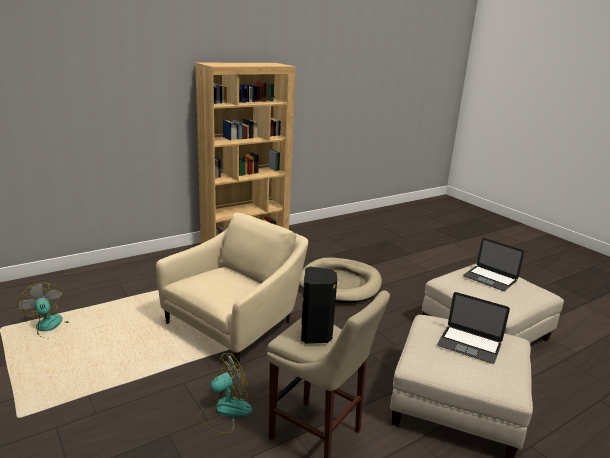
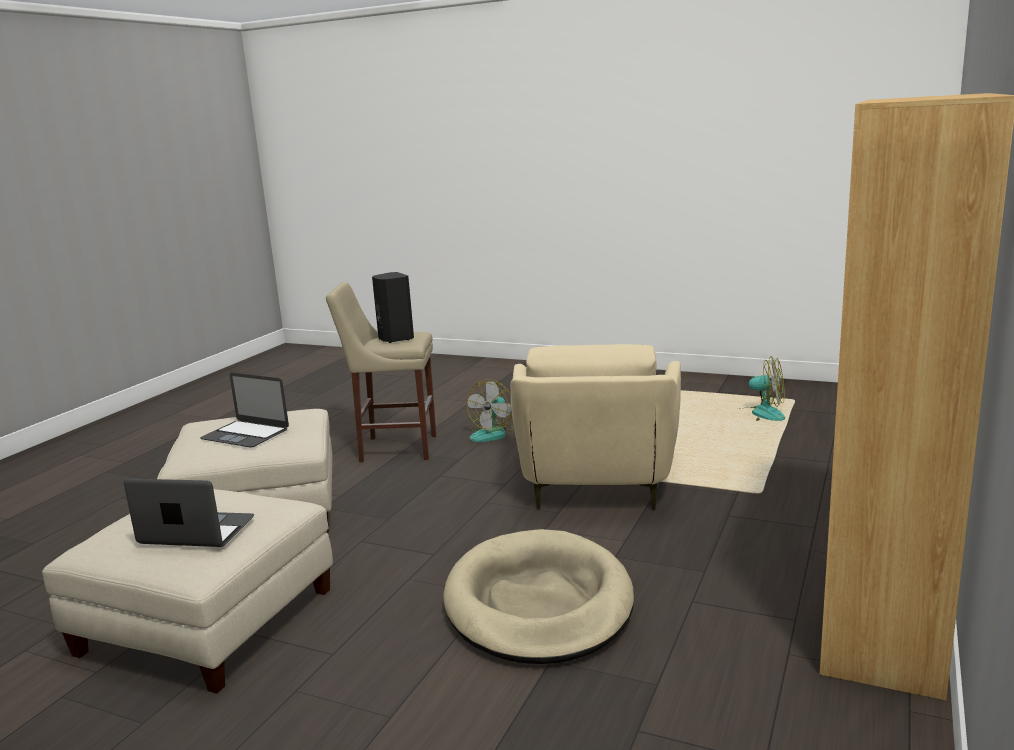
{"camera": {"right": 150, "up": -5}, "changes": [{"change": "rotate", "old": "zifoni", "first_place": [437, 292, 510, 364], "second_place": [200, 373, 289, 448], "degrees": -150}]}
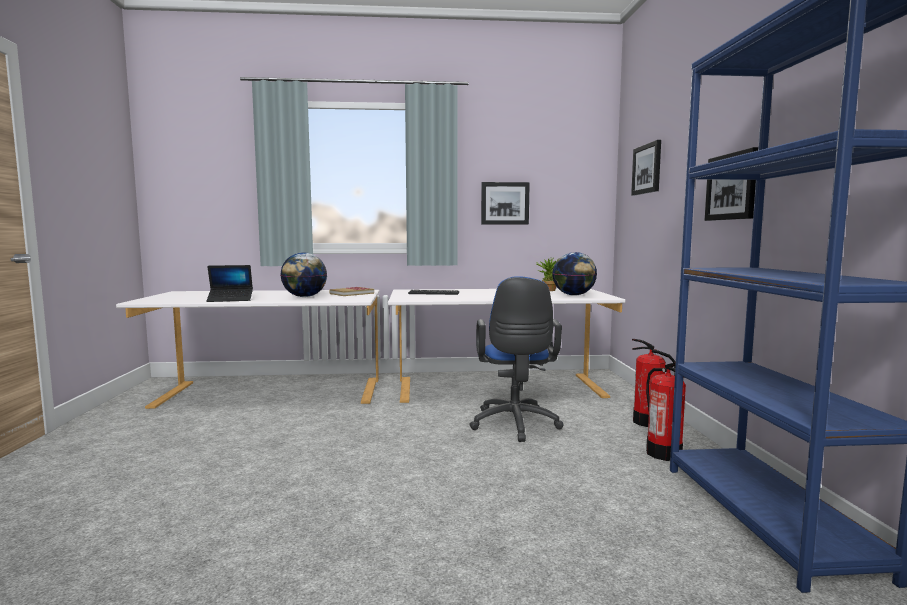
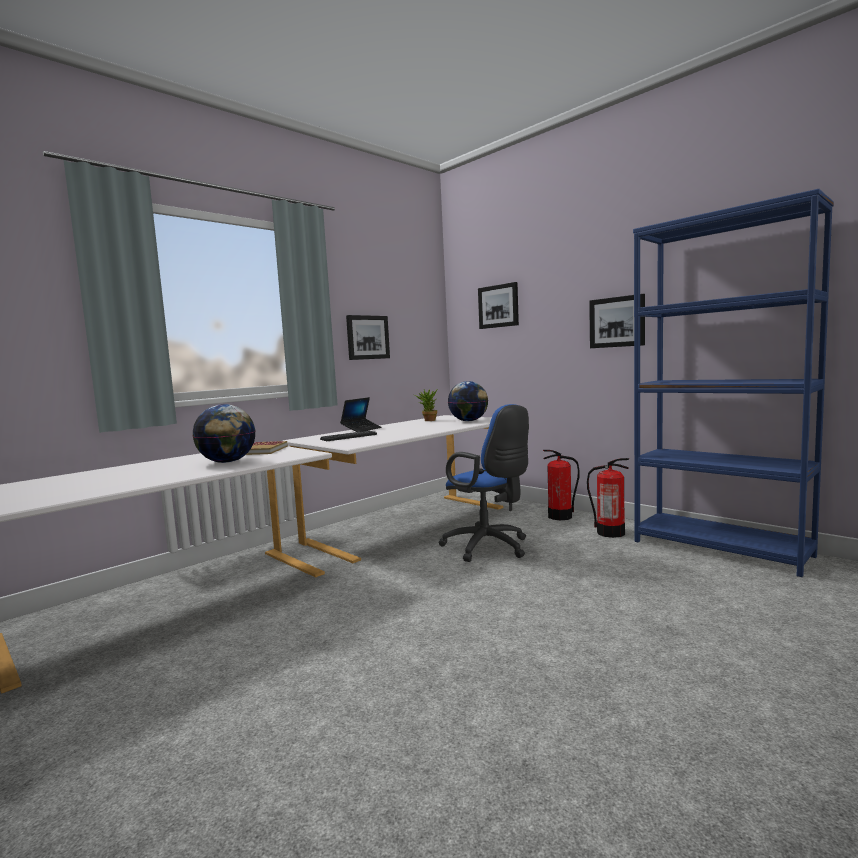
{"camera": {"right": -40, "up": 0}, "changes": [{"change": "move", "old": "zifoni", "first_place": [206, 265, 253, 302], "second_place": [340, 397, 382, 432]}]}
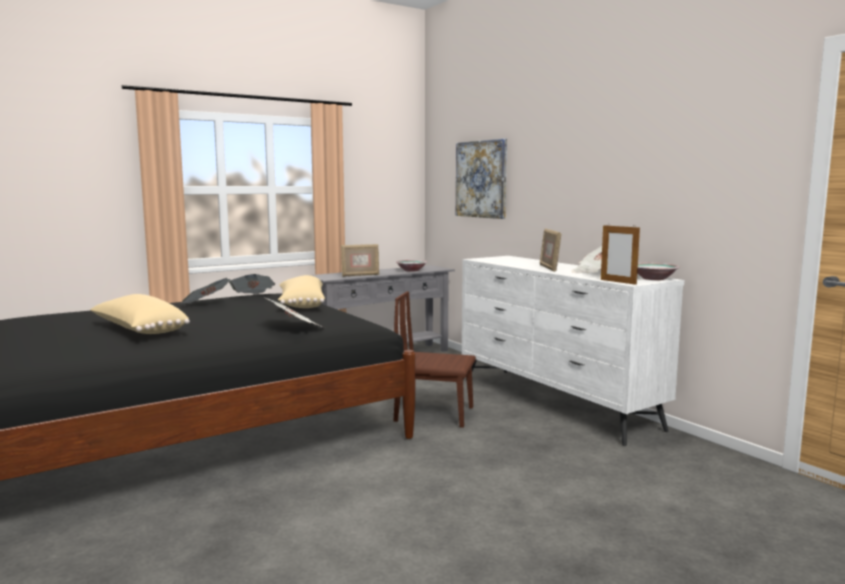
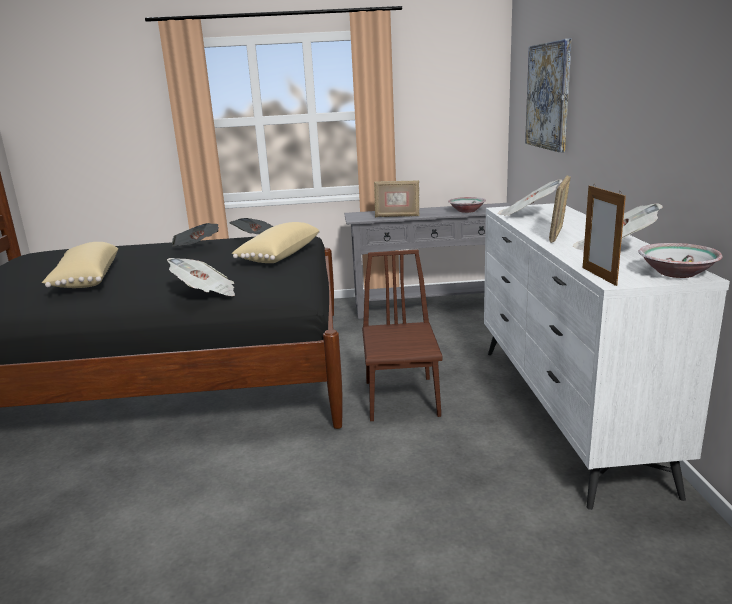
{"camera": {"right": 30, "up": 10}, "changes": [{"change": "insert", "new": "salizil", "second_place": [498, 179, 562, 216]}, {"change": "rotate", "old": "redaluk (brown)", "first_place": [394, 291, 476, 428], "second_place": [362, 250, 443, 421], "degrees": 45}]}
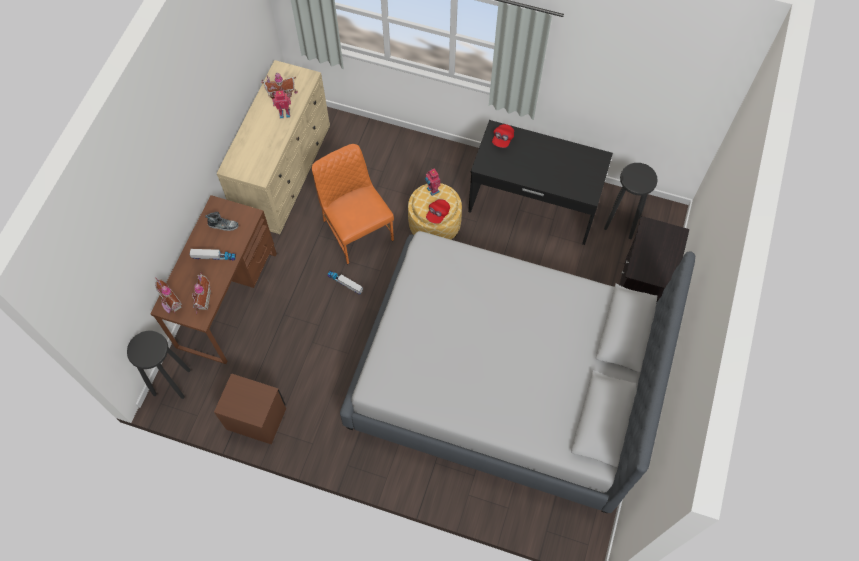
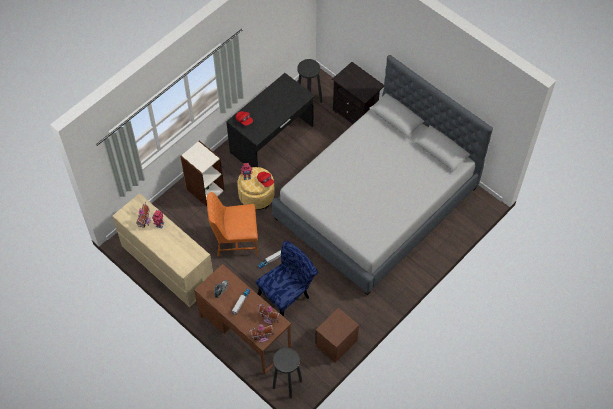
{"camera": {"right": -65, "up": -5}, "changes": [{"change": "insert", "new": "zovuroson", "second_place": [180, 141, 225, 206]}, {"change": "insert", "new": "redaluk (blue)", "second_place": [256, 241, 318, 317]}]}
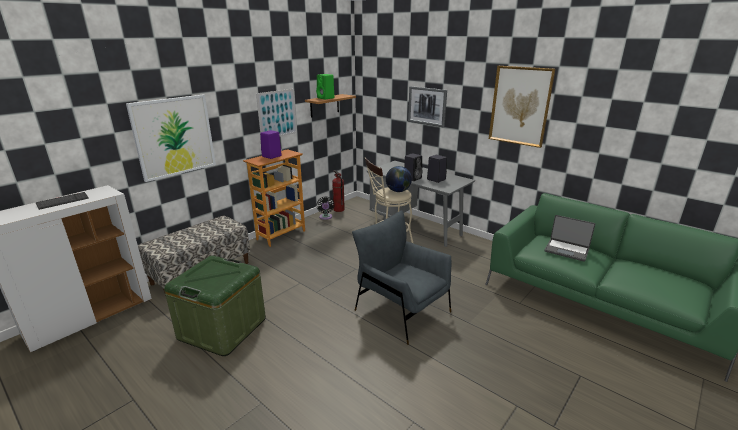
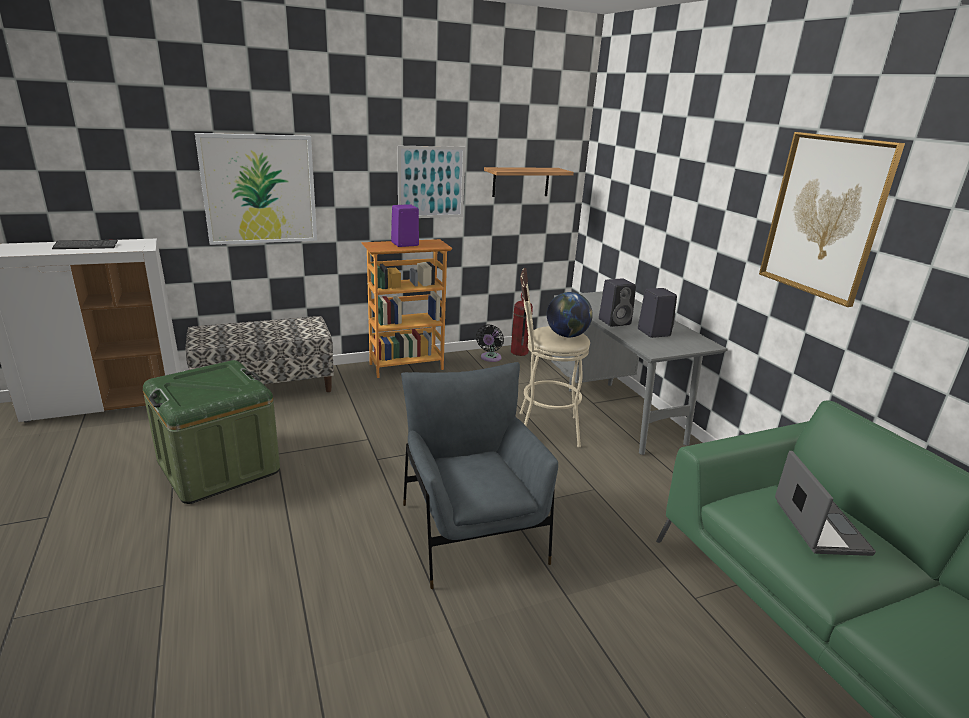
{"camera": {"right": 25, "up": 0}, "changes": [{"change": "delete", "old": "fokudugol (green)", "first_place": [316, 74, 335, 99]}, {"change": "delete", "old": "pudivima", "first_place": [408, 86, 447, 128]}, {"change": "rotate", "old": "zifoni", "first_place": [544, 215, 595, 262], "second_place": [775, 451, 876, 556], "degrees": -150}]}
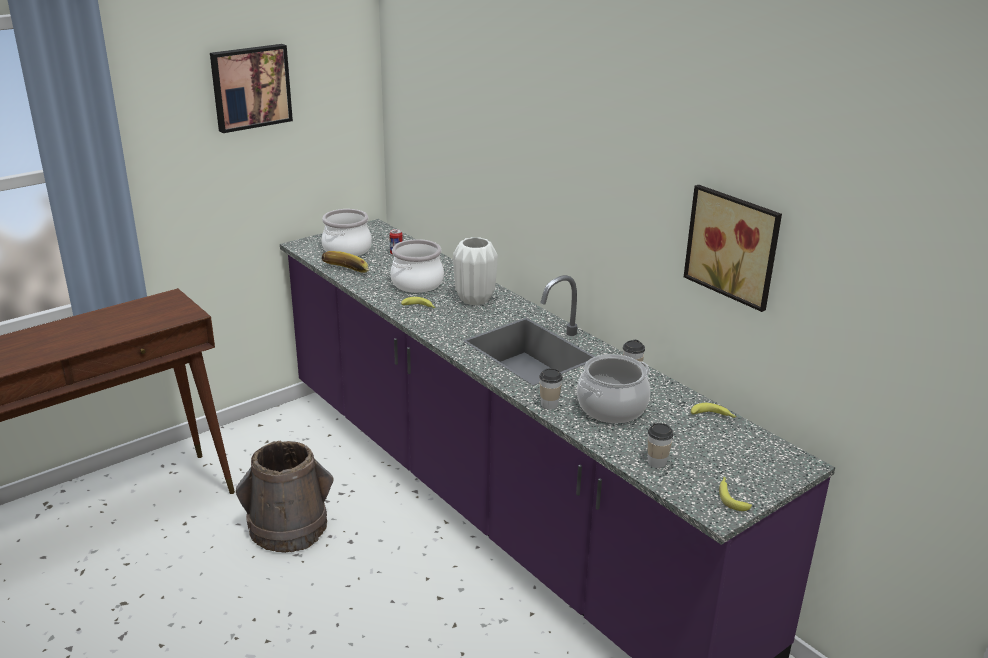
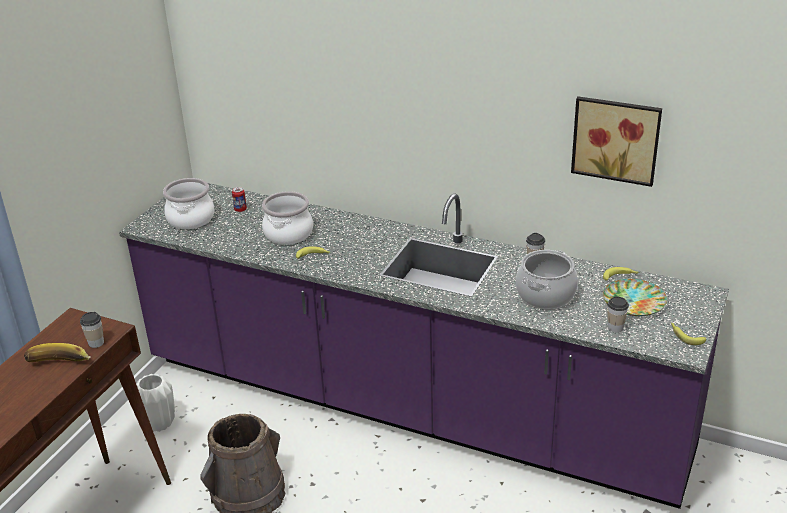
{"camera": {"right": -25, "up": 5}, "changes": [{"change": "delete", "old": "pudivima", "first_place": [210, 44, 293, 133]}, {"change": "insert", "new": "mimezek", "second_place": [603, 279, 667, 316]}, {"change": "move", "old": "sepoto", "first_place": [322, 251, 369, 273], "second_place": [24, 343, 91, 362]}, {"change": "move", "old": "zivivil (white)", "first_place": [453, 237, 498, 305], "second_place": [136, 374, 175, 432]}, {"change": "move", "old": "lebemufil", "first_place": [539, 368, 563, 410], "second_place": [80, 312, 104, 348]}]}
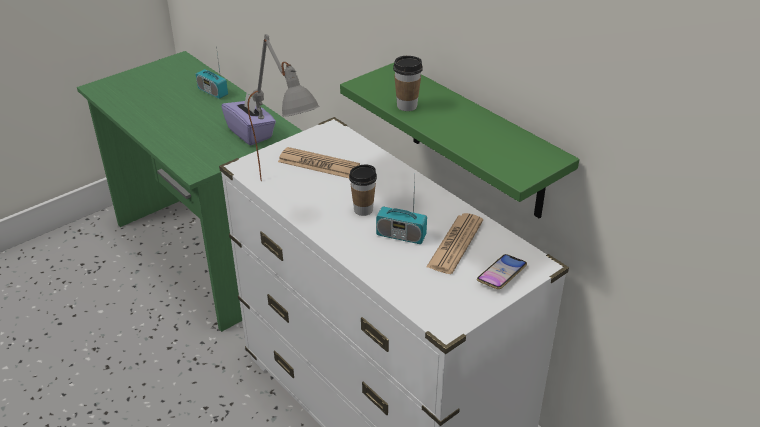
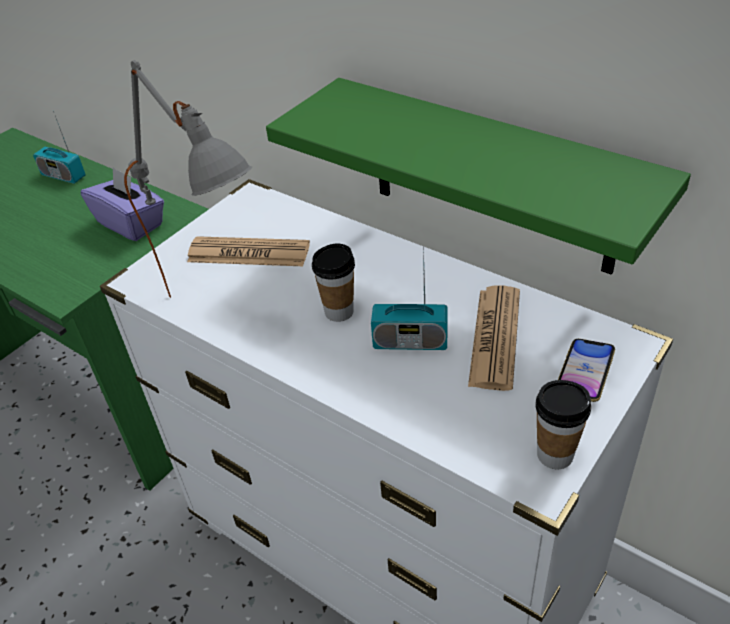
{"camera": {"right": -10, "up": 5}, "changes": [{"change": "move", "old": "lebemufil", "first_place": [393, 56, 423, 111], "second_place": [536, 380, 591, 469]}]}
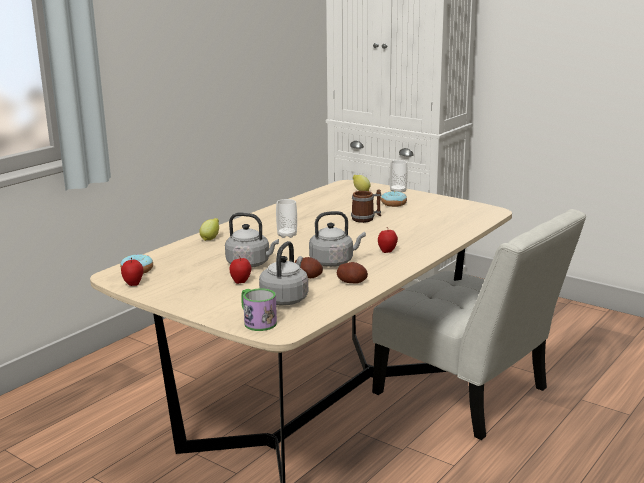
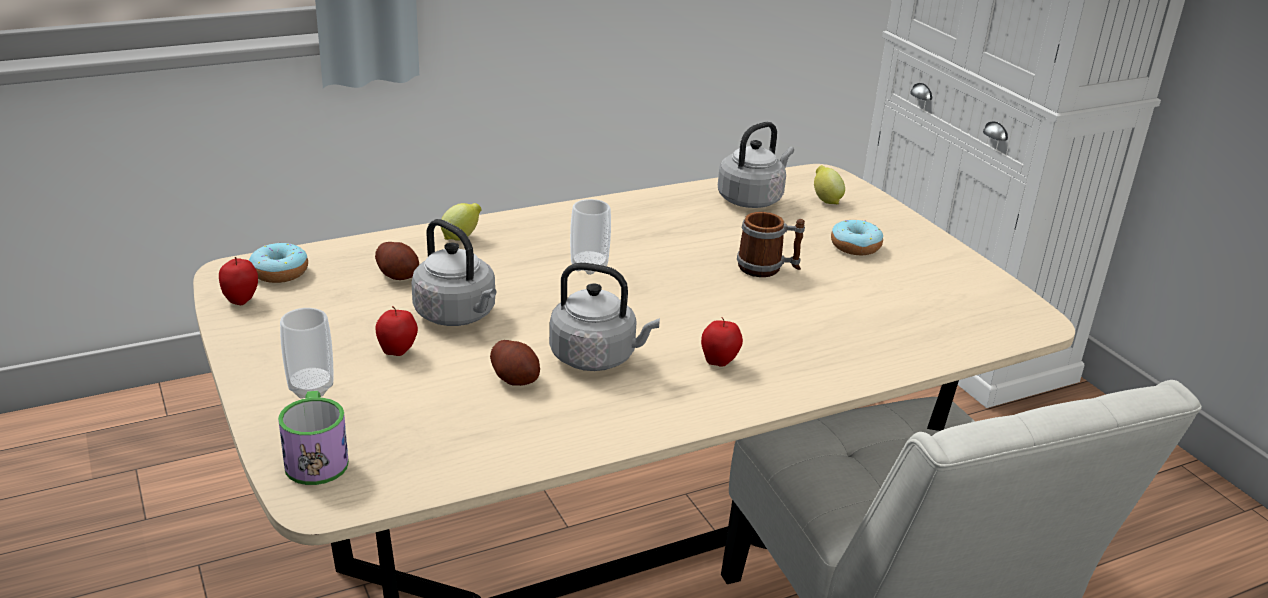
{"camera": {"right": 25, "up": 10}, "changes": [{"change": "move", "old": "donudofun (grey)", "first_place": [259, 241, 308, 306], "second_place": [718, 122, 794, 208]}, {"change": "move", "old": "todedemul", "first_place": [337, 262, 368, 284], "second_place": [375, 242, 419, 280]}, {"change": "move", "old": "lebemufil", "first_place": [390, 160, 408, 192], "second_place": [280, 308, 333, 399]}]}
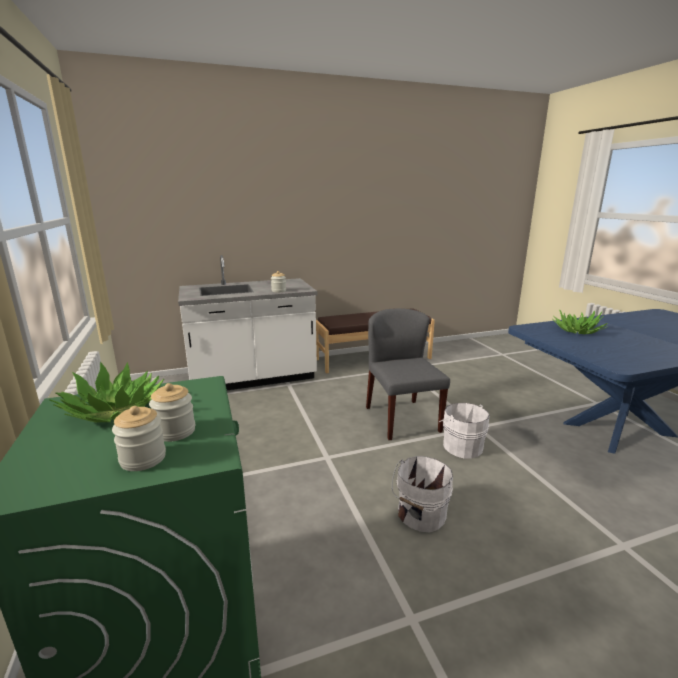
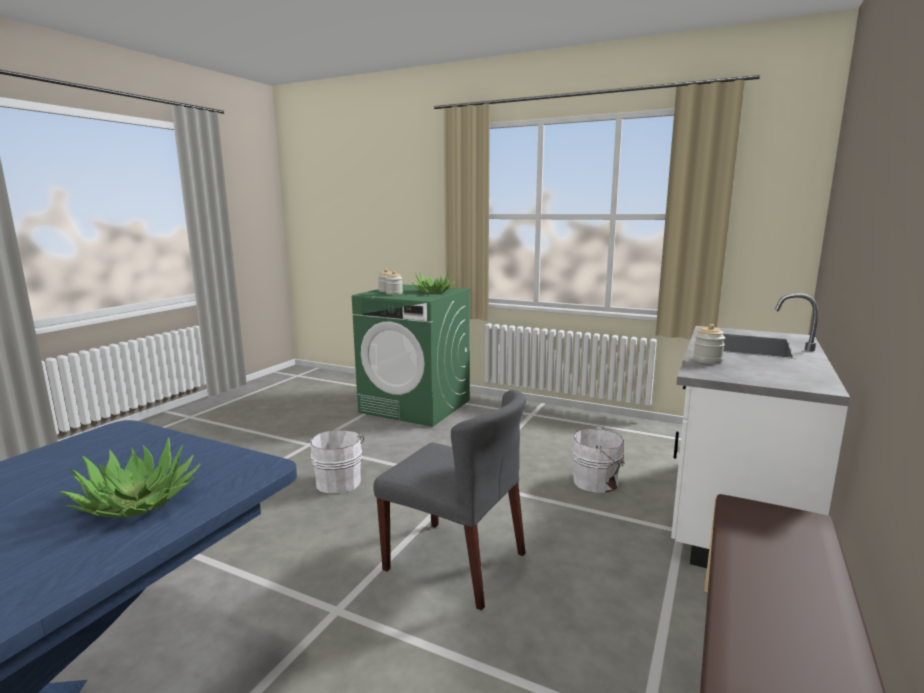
{"camera": {"right": 135, "up": -5}, "changes": [{"change": "move", "old": "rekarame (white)", "first_place": [439, 403, 489, 459], "second_place": [572, 426, 624, 492]}]}
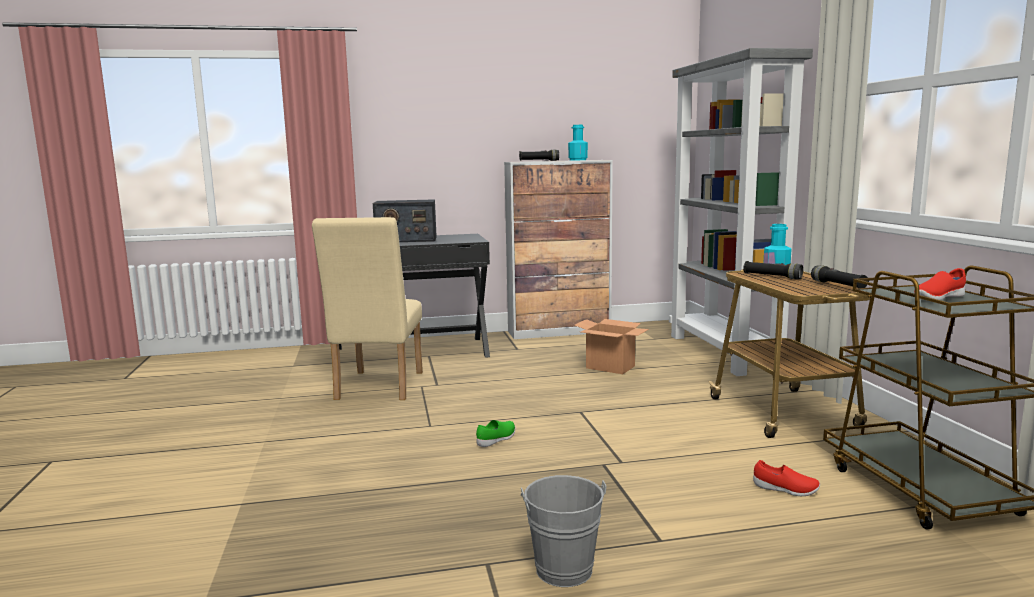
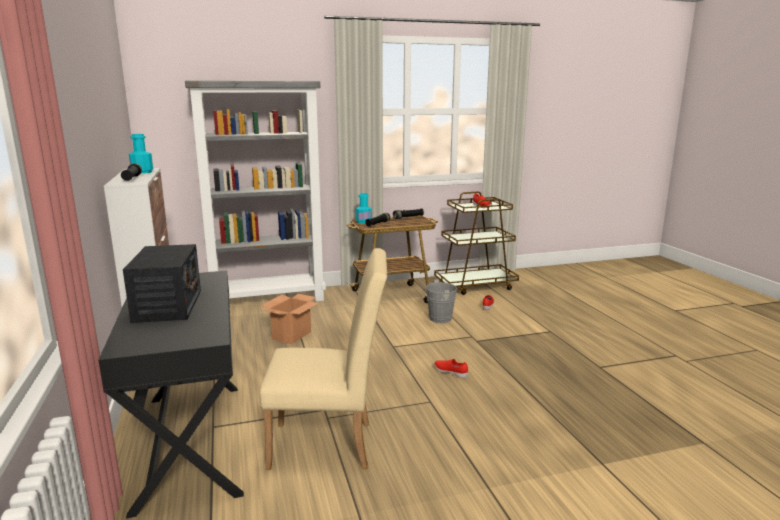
{"camera": {"right": -95, "up": 5}, "changes": [{"change": "move", "old": "rekarame (grey)", "first_place": [521, 475, 607, 587], "second_place": [420, 279, 457, 323]}, {"change": "recolor", "old": "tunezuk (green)", "new": "tunezuk (red)", "first_place": [476, 420, 515, 447], "second_place": [434, 359, 468, 378]}]}
